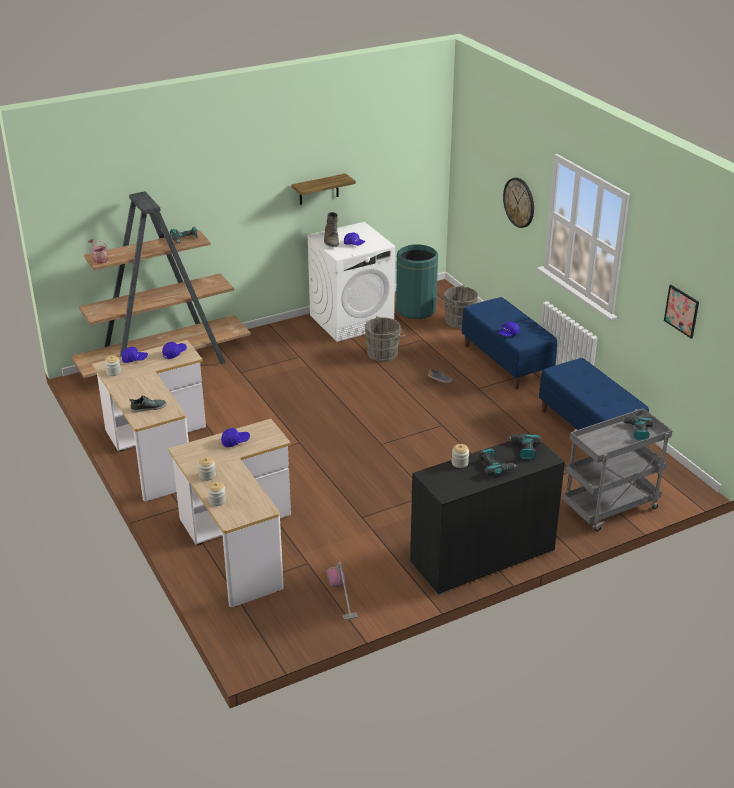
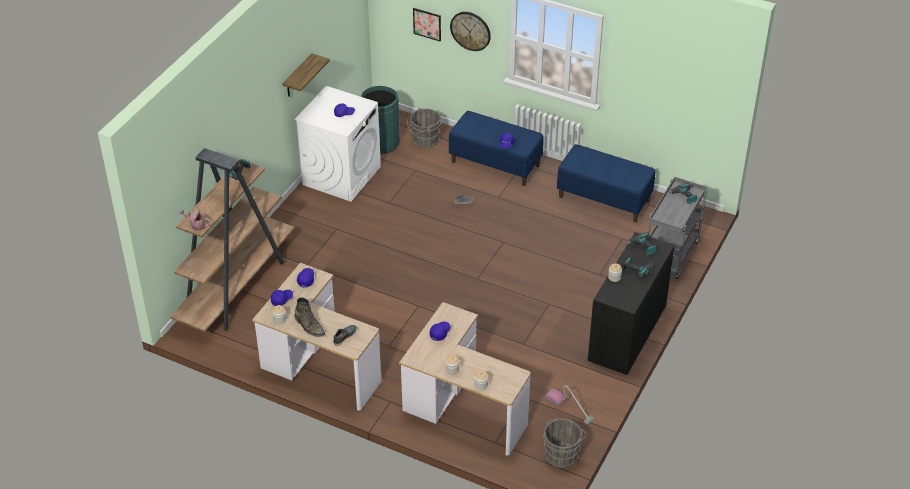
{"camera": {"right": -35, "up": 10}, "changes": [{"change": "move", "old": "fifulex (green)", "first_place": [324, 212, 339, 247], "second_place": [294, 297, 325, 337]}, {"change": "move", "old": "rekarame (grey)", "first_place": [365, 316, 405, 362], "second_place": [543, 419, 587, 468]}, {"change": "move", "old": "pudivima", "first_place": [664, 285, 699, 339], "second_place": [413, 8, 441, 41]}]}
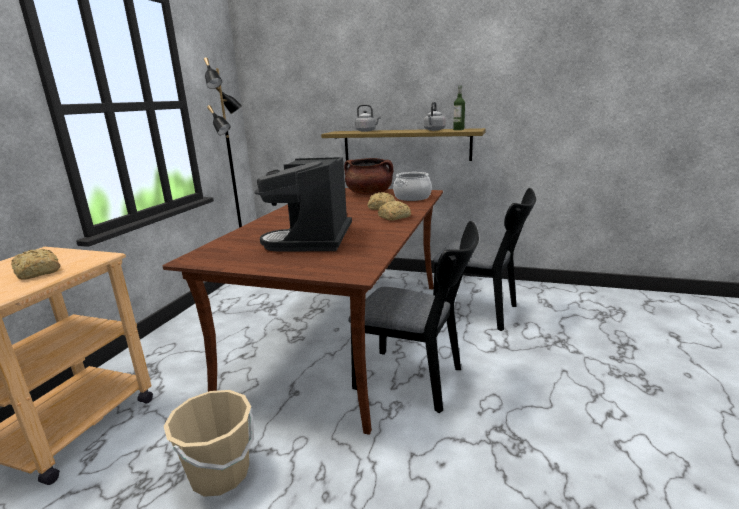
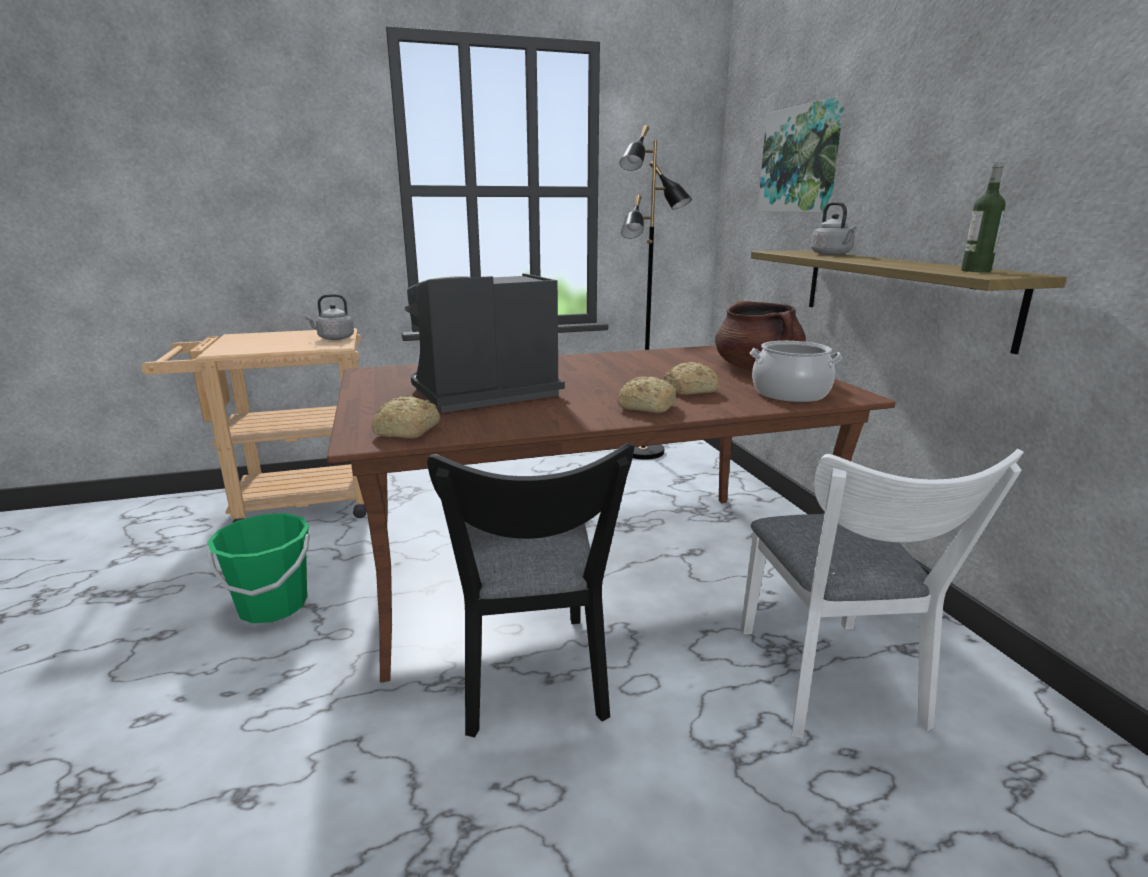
{"camera": {"right": 55, "up": 0}, "changes": [{"change": "insert", "new": "pudivima", "second_place": [758, 96, 845, 212]}, {"change": "move", "old": "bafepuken", "first_place": [11, 249, 61, 279], "second_place": [371, 396, 440, 439]}, {"change": "move", "old": "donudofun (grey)", "first_place": [424, 102, 446, 131], "second_place": [305, 294, 354, 340]}, {"change": "recolor", "old": "rekarame (beige)", "new": "rekarame (green)", "first_place": [164, 390, 254, 497], "second_place": [207, 513, 310, 623]}, {"change": "recolor", "old": "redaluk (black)", "new": "redaluk (white)", "first_place": [433, 188, 536, 331], "second_place": [741, 449, 1024, 739]}]}
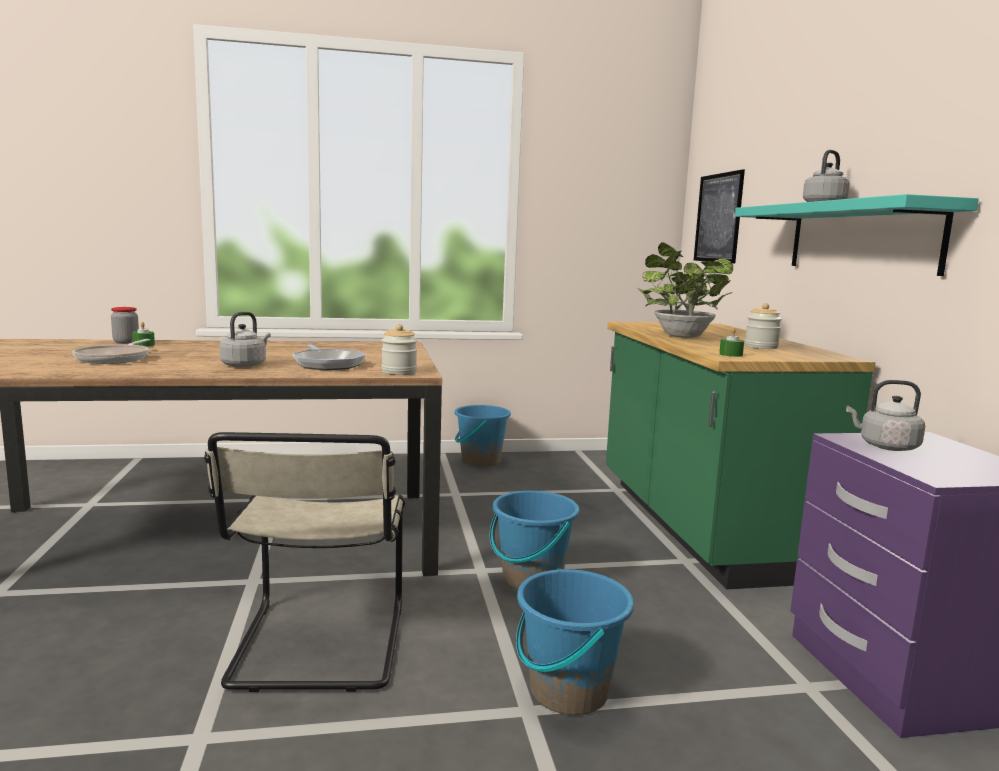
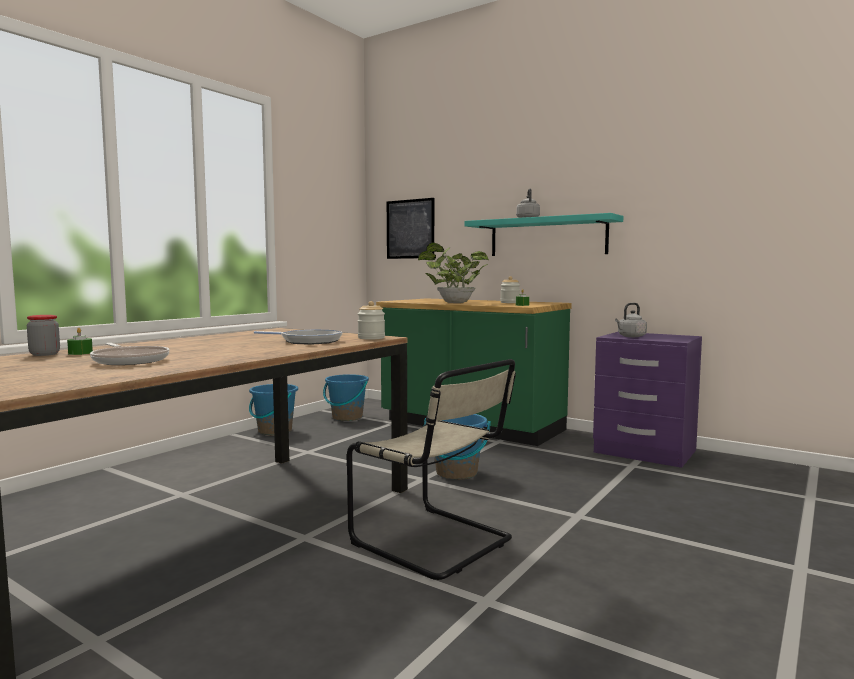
{"camera": {"right": -45, "up": -5}, "changes": [{"change": "delete", "old": "donudofun (grey)", "first_place": [219, 312, 271, 367]}, {"change": "move", "old": "rekarame (blue)", "first_place": [516, 568, 634, 715], "second_place": [323, 374, 369, 421]}]}
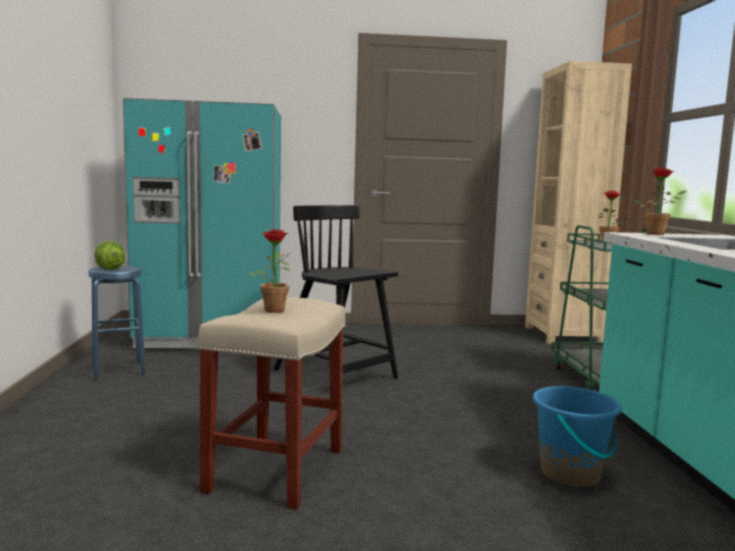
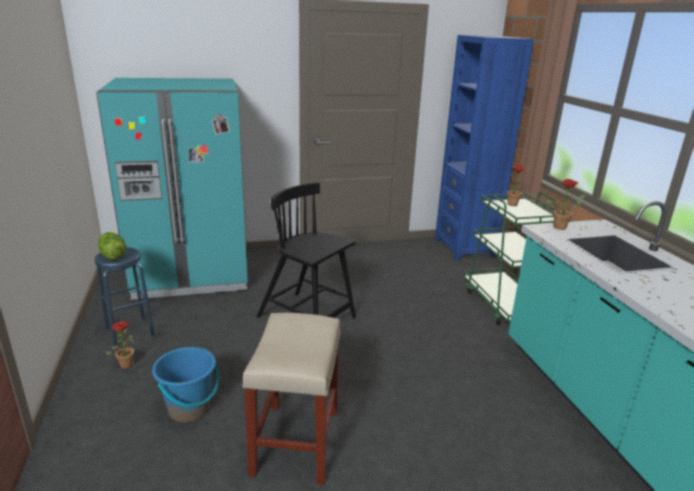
{"camera": {"right": -10, "up": 15}, "changes": [{"change": "move", "old": "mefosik", "first_place": [248, 229, 290, 313], "second_place": [106, 322, 134, 369]}, {"change": "move", "old": "rekarame (blue)", "first_place": [533, 386, 622, 487], "second_place": [152, 347, 219, 422]}, {"change": "recolor", "old": "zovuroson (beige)", "new": "zovuroson (blue)", "first_place": [525, 61, 632, 344], "second_place": [435, 35, 534, 261]}]}
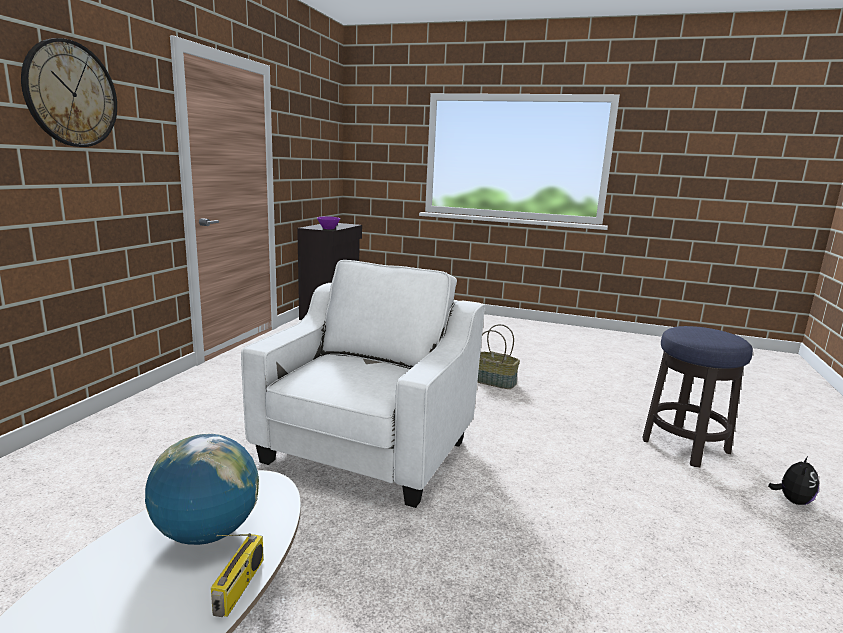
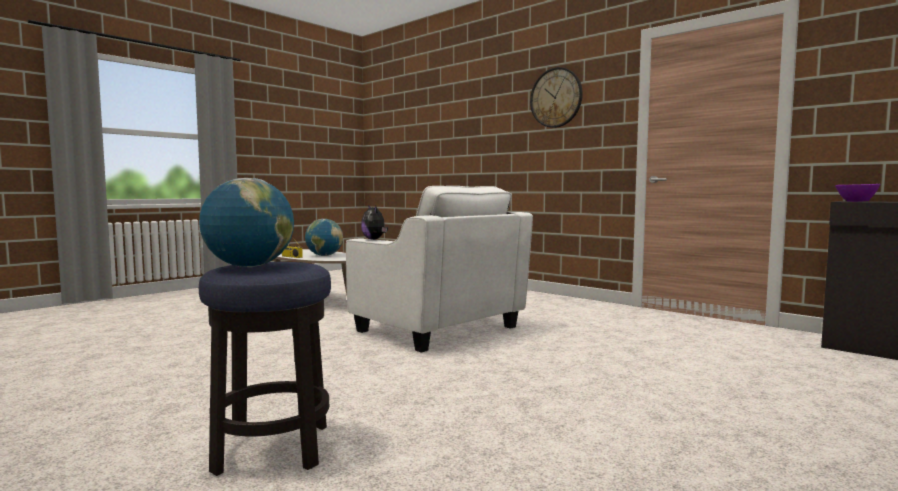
{"camera": {"right": 115, "up": -10}, "changes": [{"change": "delete", "old": "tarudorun", "first_place": [477, 324, 520, 389]}, {"change": "insert", "new": "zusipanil", "second_place": [199, 178, 294, 267]}, {"change": "move", "old": "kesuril", "first_place": [768, 455, 819, 505], "second_place": [361, 205, 388, 240]}]}
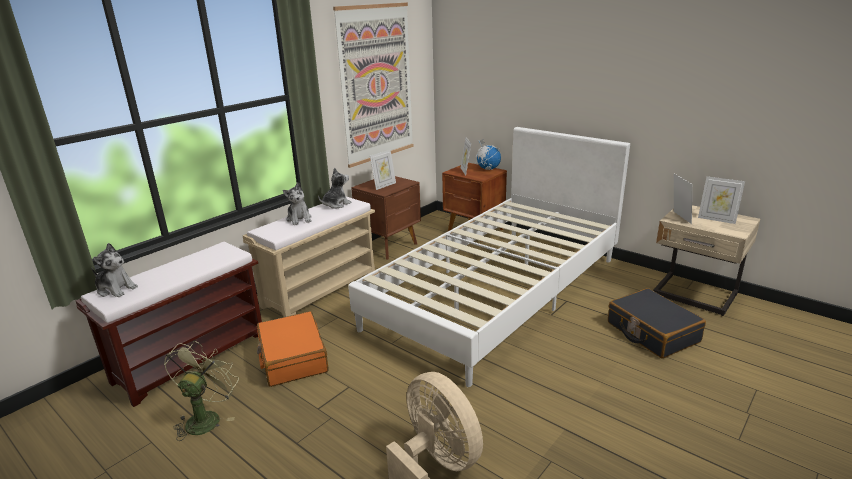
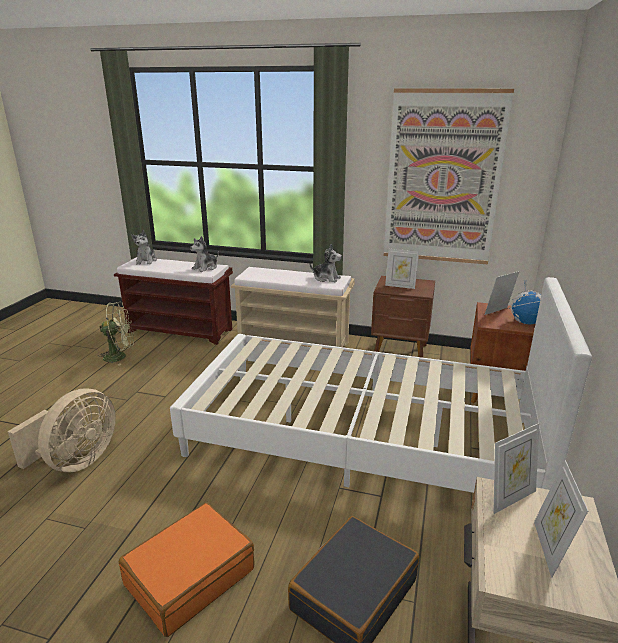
{"camera": {"right": 65, "up": 0}, "changes": [{"change": "move", "old": "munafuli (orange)", "first_place": [257, 311, 329, 387], "second_place": [119, 503, 255, 637]}, {"change": "move", "old": "kesuril", "first_place": [283, 182, 312, 225], "second_place": [190, 236, 219, 272]}]}
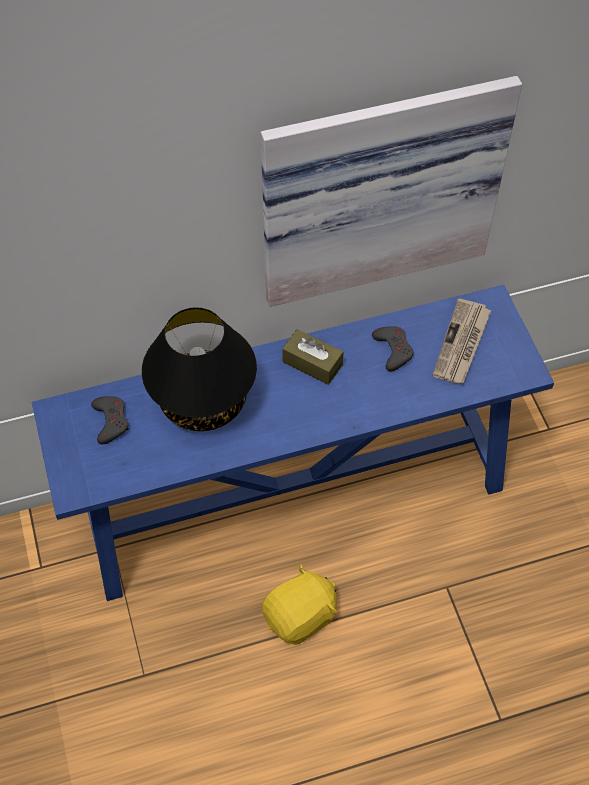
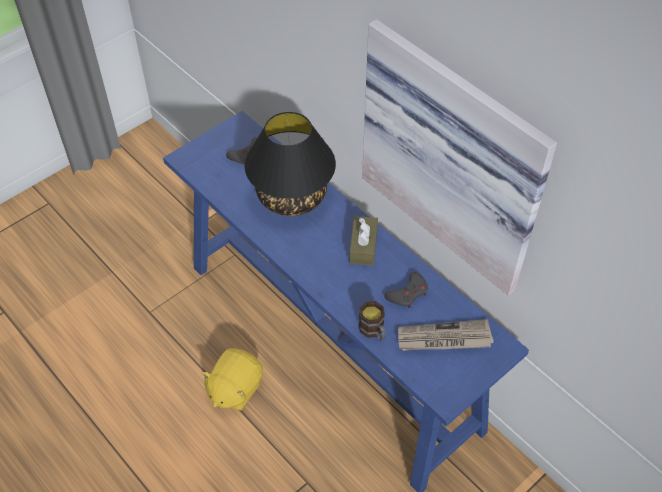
{"camera": {"right": 65, "up": -5}, "changes": [{"change": "insert", "new": "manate", "second_place": [359, 301, 386, 341]}, {"change": "rotate", "old": "kesuril (yellow)", "first_place": [262, 564, 337, 645], "second_place": [201, 348, 263, 410], "degrees": 90}]}
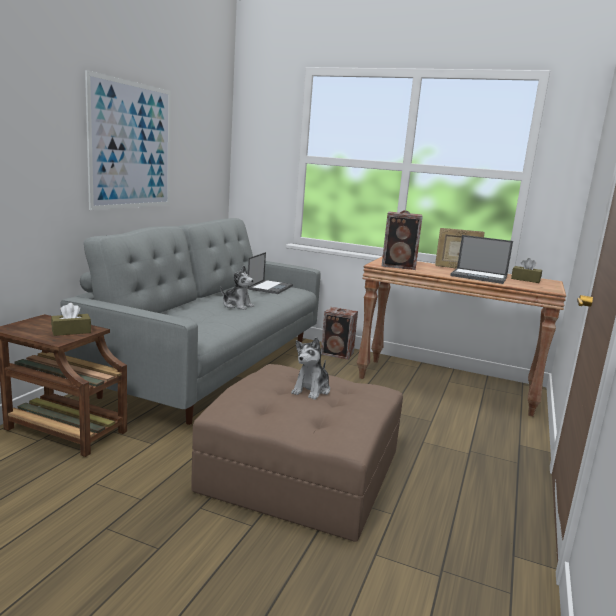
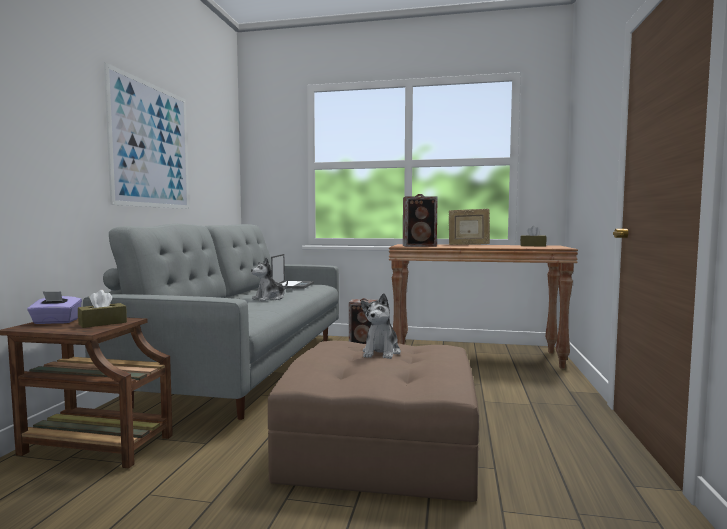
{"camera": {"right": -10, "up": -10}, "changes": [{"change": "delete", "old": "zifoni", "first_place": [450, 235, 513, 284]}, {"change": "insert", "new": "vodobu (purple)", "second_place": [27, 291, 82, 324]}, {"change": "rotate", "old": "kesuril", "first_place": [221, 266, 254, 310], "second_place": [251, 257, 288, 301], "degrees": 120}]}
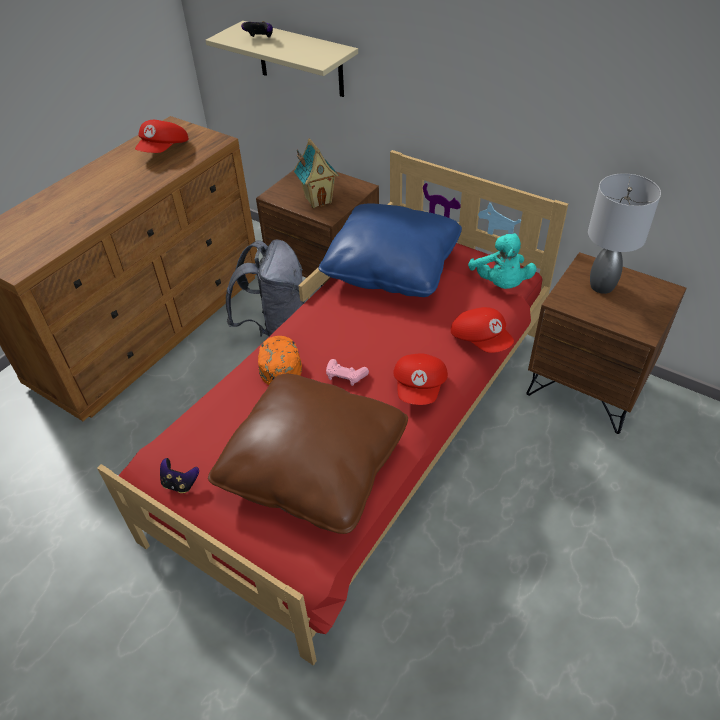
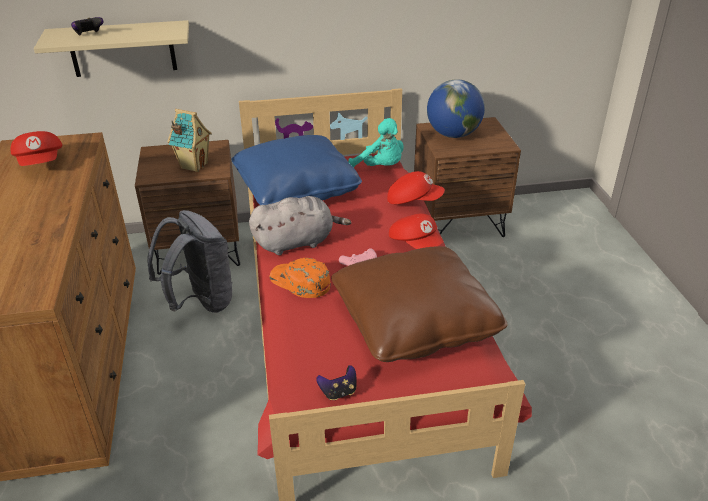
{"camera": {"right": -45, "up": -10}, "changes": [{"change": "insert", "new": "kesuril (grey)", "second_place": [249, 196, 351, 255]}, {"change": "replace", "old": "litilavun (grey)", "new": "zusipanil", "first_place": [588, 173, 661, 294], "second_place": [427, 79, 485, 138]}]}
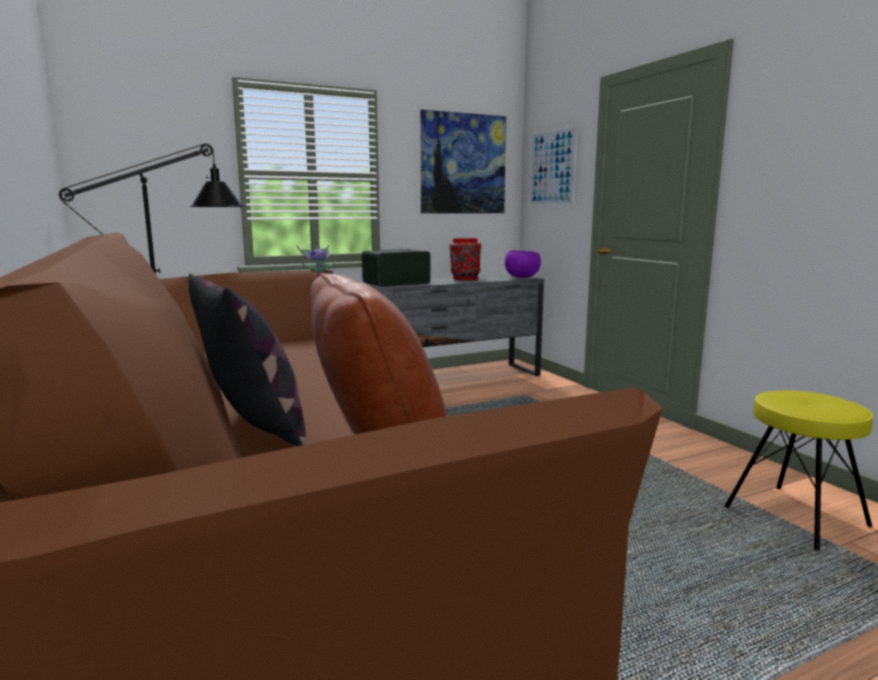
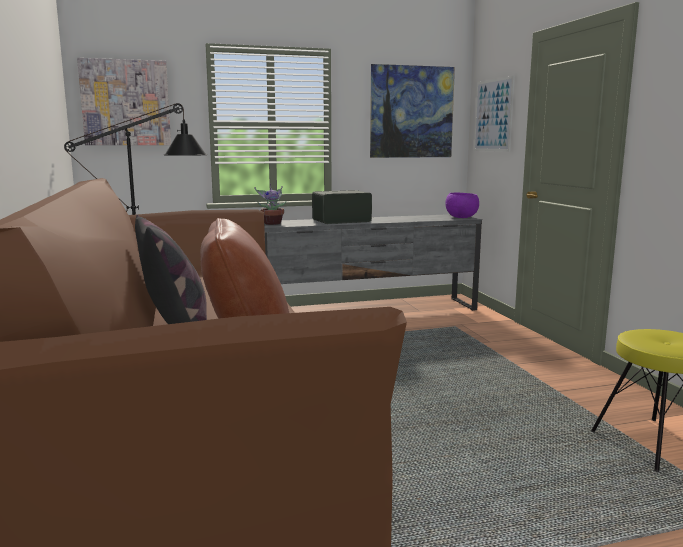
{"camera": {"right": 10, "up": 0}, "changes": [{"change": "delete", "old": "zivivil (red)", "first_place": [449, 238, 481, 280]}, {"change": "insert", "new": "pudivima", "second_place": [77, 58, 171, 145]}]}
